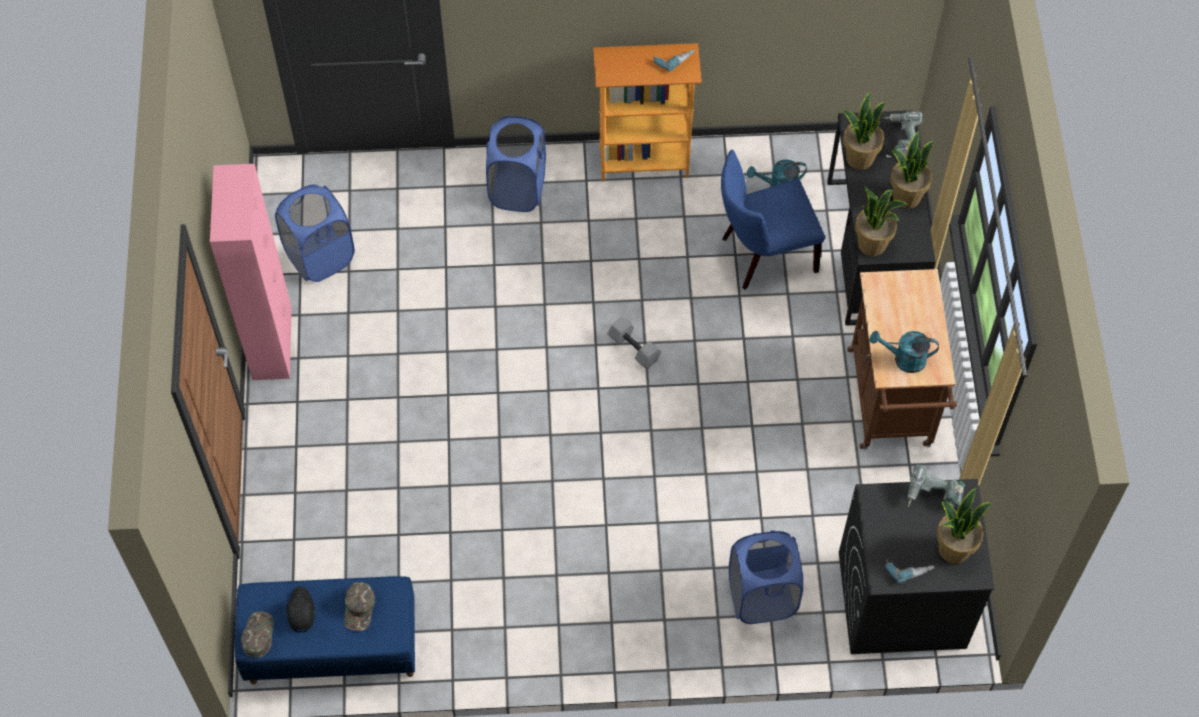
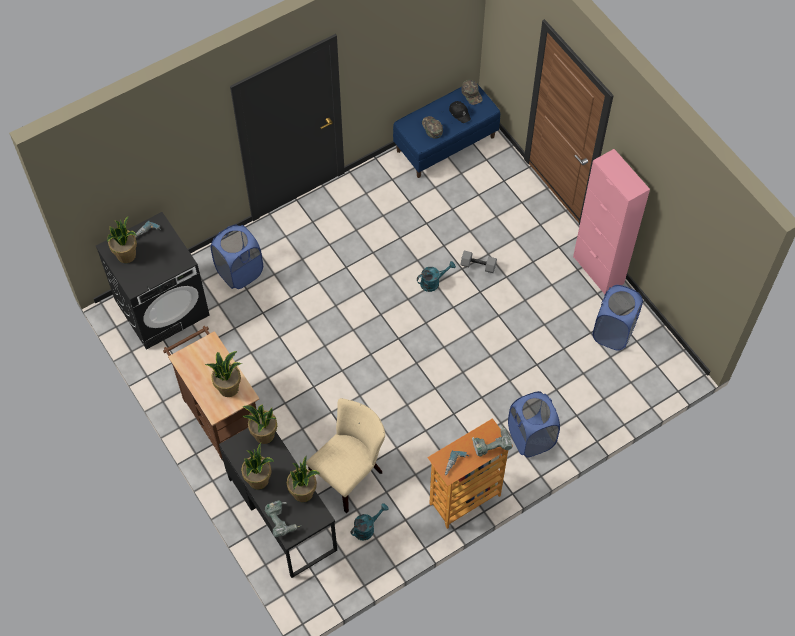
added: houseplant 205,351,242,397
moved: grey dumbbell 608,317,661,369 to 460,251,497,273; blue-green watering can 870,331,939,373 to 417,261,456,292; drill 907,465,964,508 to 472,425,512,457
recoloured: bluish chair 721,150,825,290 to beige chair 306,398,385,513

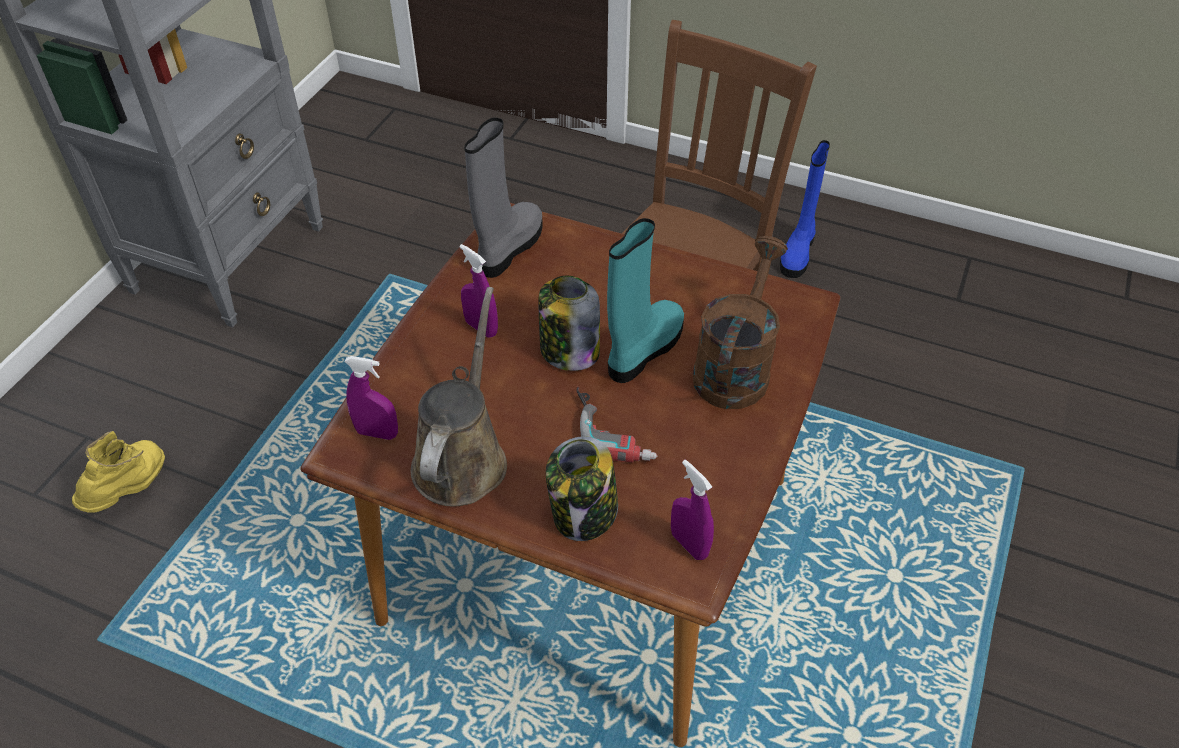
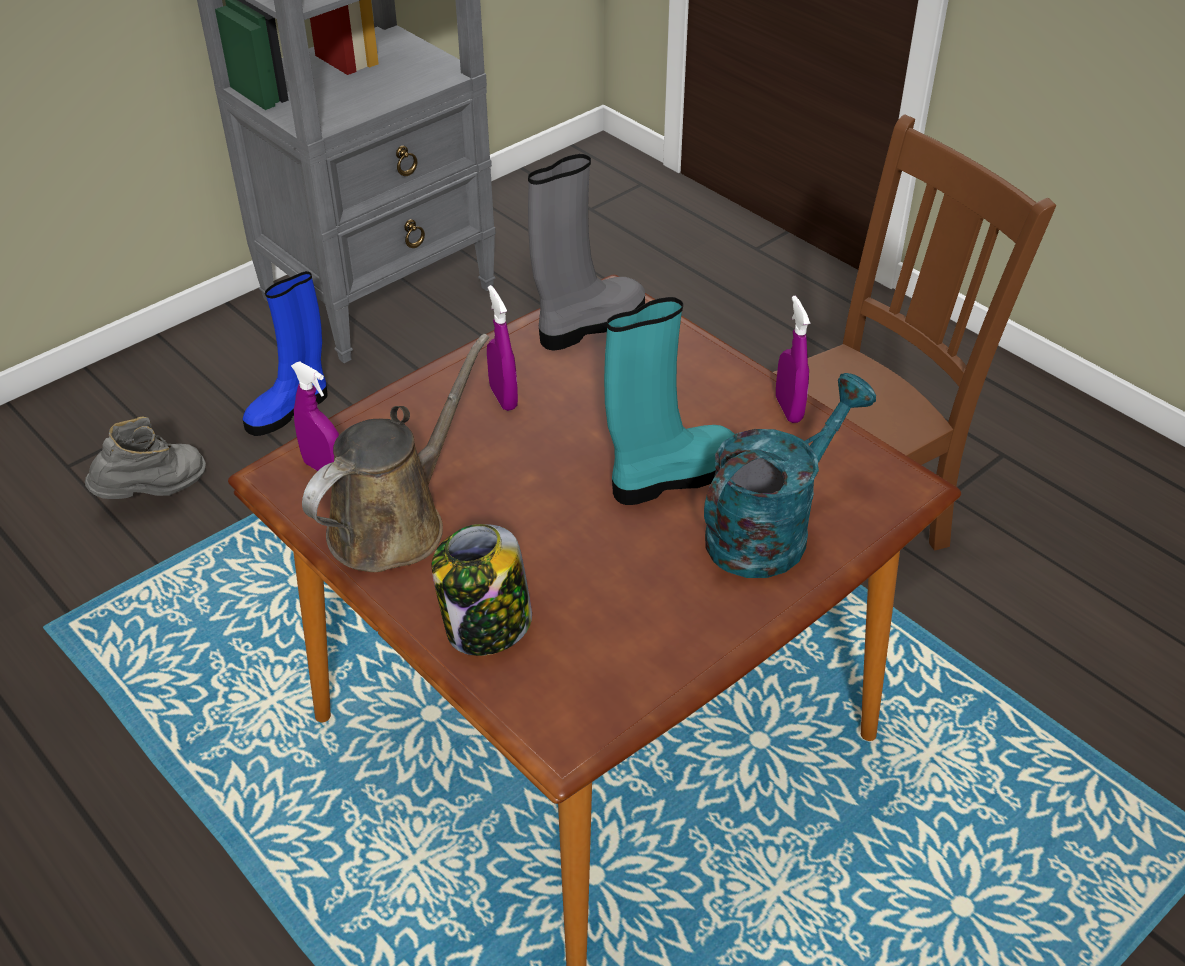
removed: storage jar 538,276,600,371; drill 576,387,658,463
moved: purple hand sprayer 671,460,714,560 to 776,296,810,423; bluish tall boot 780,140,830,278 to 242,271,327,436
recoloured: yellow-coloured tall boot 72,431,165,513 to grey tall boot 85,417,206,499; brown watering can 693,236,788,409 to blue-green watering can 704,373,876,578

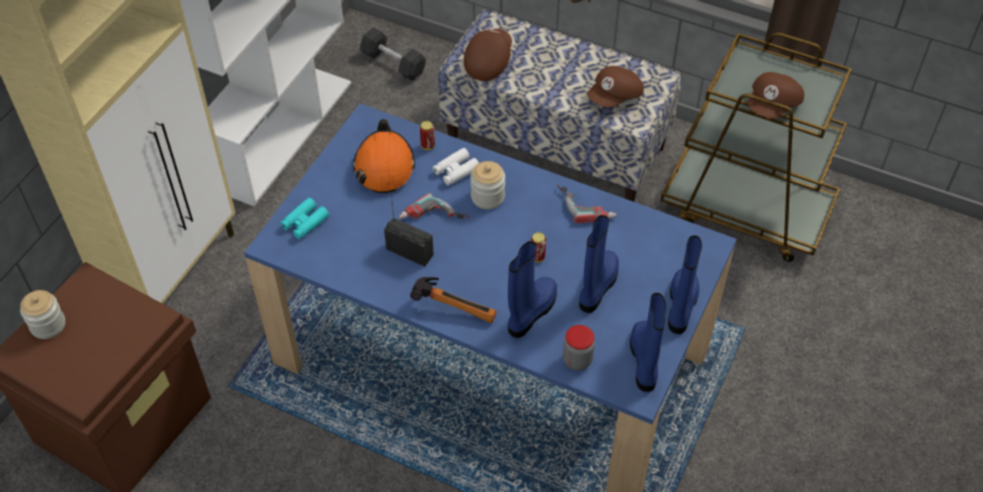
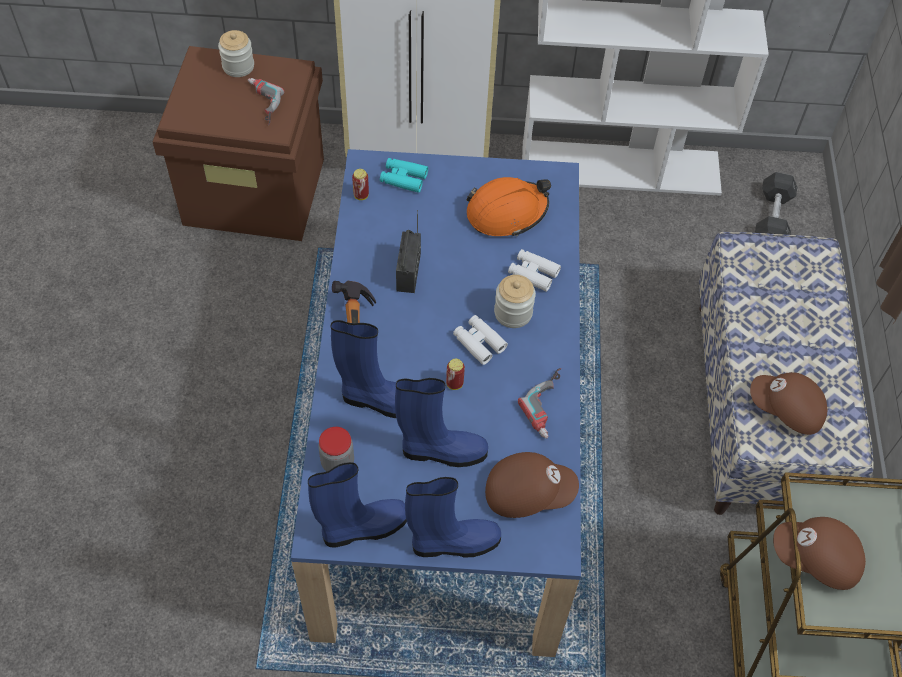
added: white binoculars 453,315,508,365
moved: drill 399,193,470,219 to 248,78,284,126; sealed can 420,121,435,150 to 352,169,369,200; brown cap 464,29,512,81 to 485,452,579,518

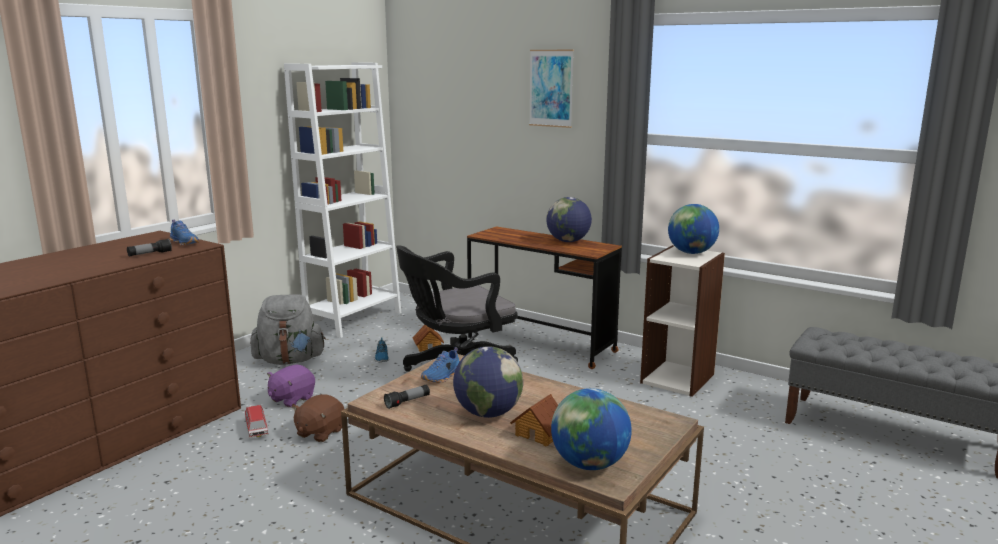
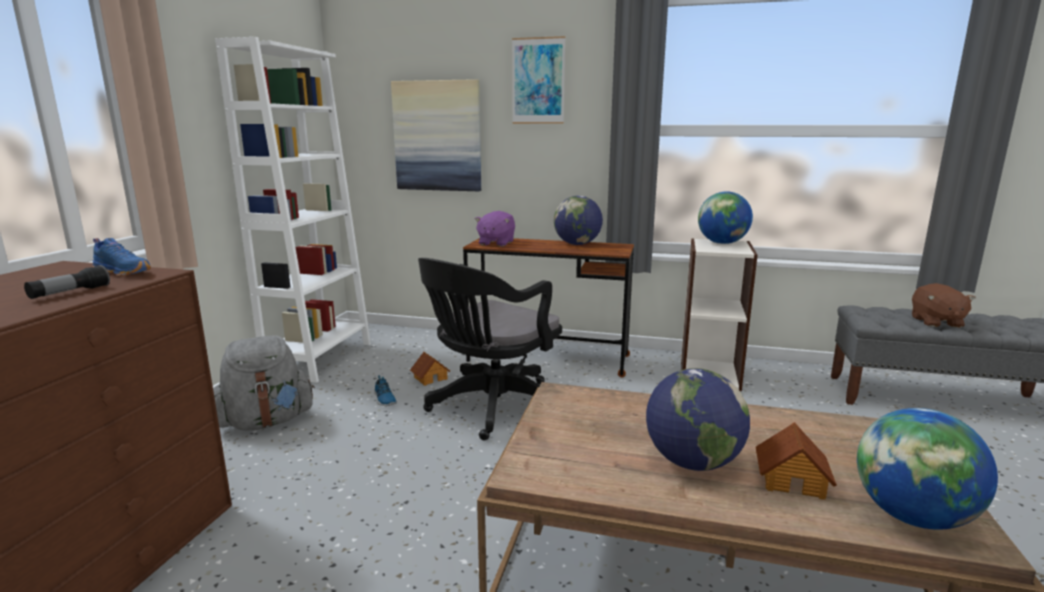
removed: toy car 245,405,269,438; flashlight 384,385,430,409; bluish item of footwear 421,347,460,383
added: wall picture 391,79,481,191
moved: purple soft toy 267,365,315,407 to 475,211,515,247; brown soft toy 292,394,344,442 to 912,283,976,328

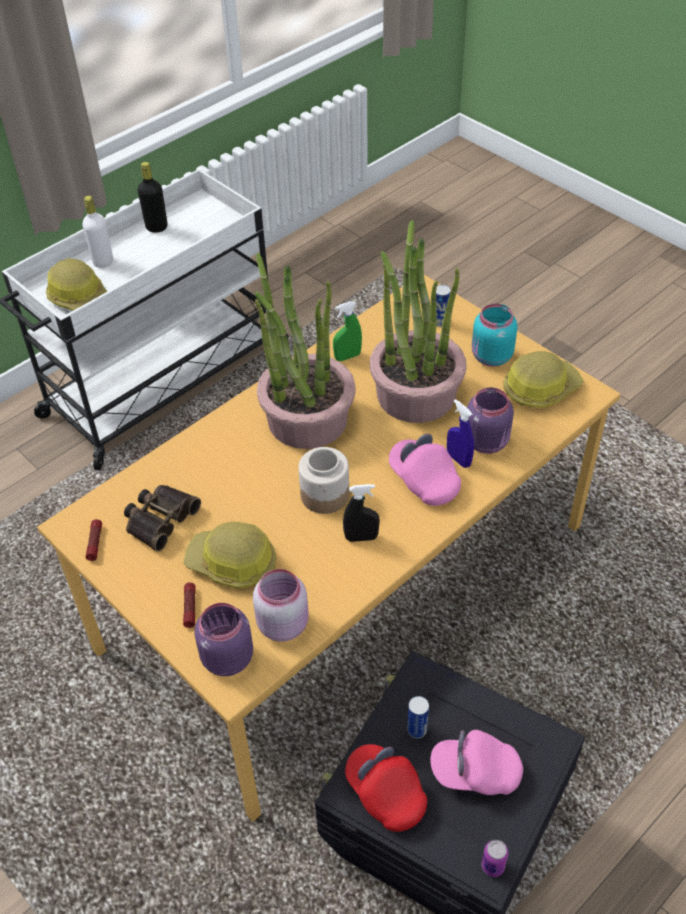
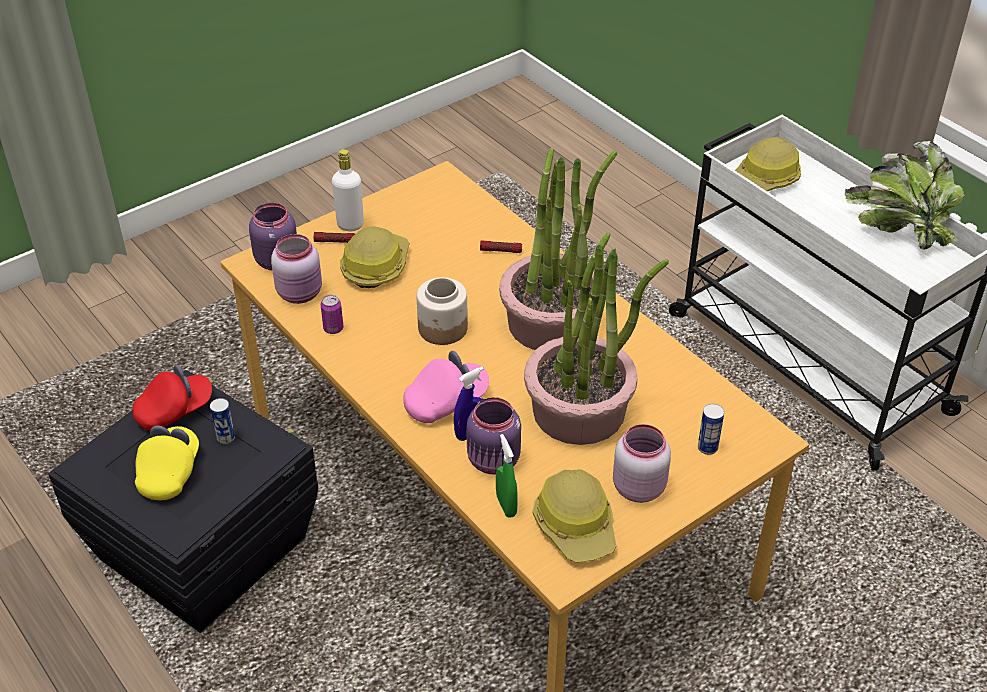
removed: binoculars 124,485,201,552; black hand sprayer 343,484,380,542
moved: white bottle 82,195,113,268 to 332,149,364,231; flashlight 86,519,102,561 to 480,240,522,253; green-coloured hand sprayer 333,301,362,361 to 496,434,518,518; sealed can 482,840,508,877 to 321,295,343,334
replaced: black bottle 138,162,167,233 to houseplant 845,141,964,250
recoloured: pink-coloured cap 431,730,523,795 to yellow-coloured cap 135,426,199,500; blue-green storage jar 472,303,518,367 to pink-coloured storage jar 613,424,671,503

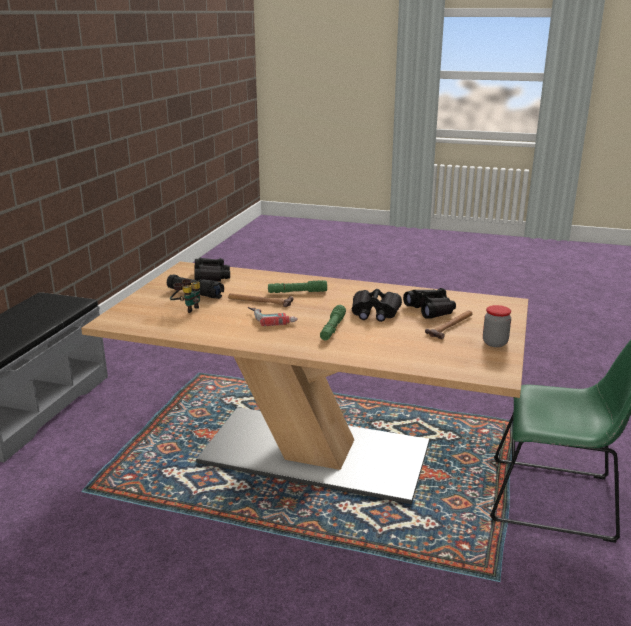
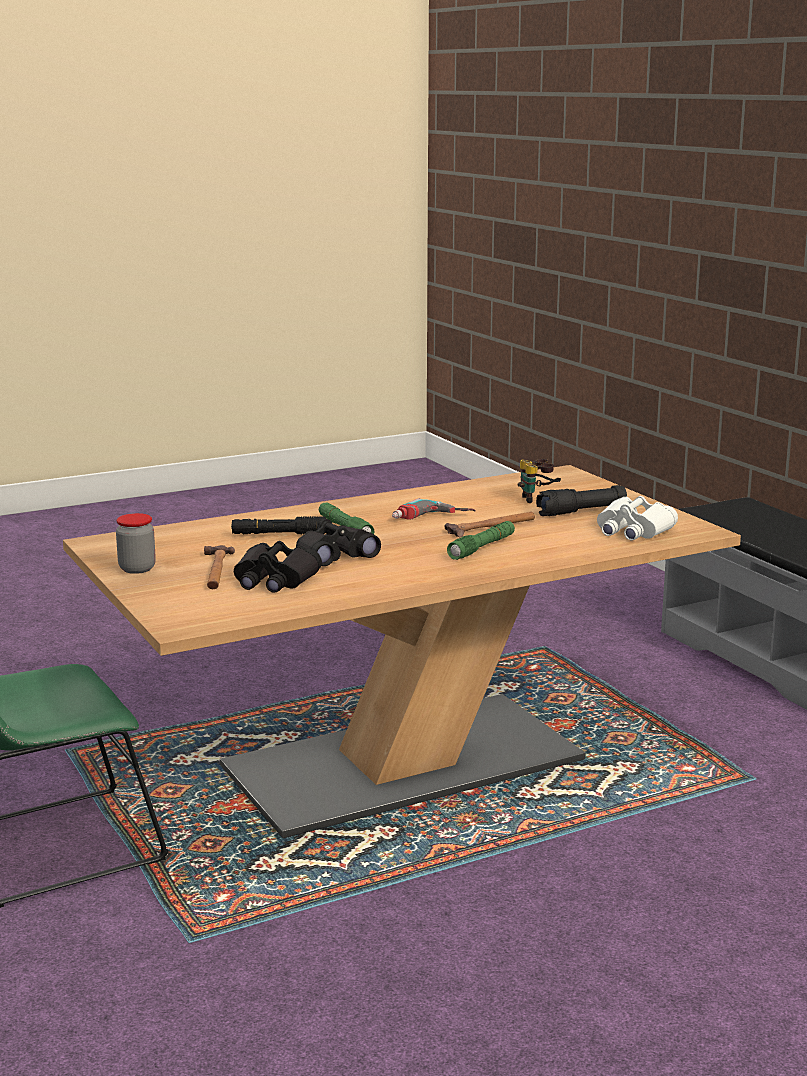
added: black flashlight 231,516,326,535
recoloured: black binoculars 194,258,230,282 to white binoculars 597,496,678,540

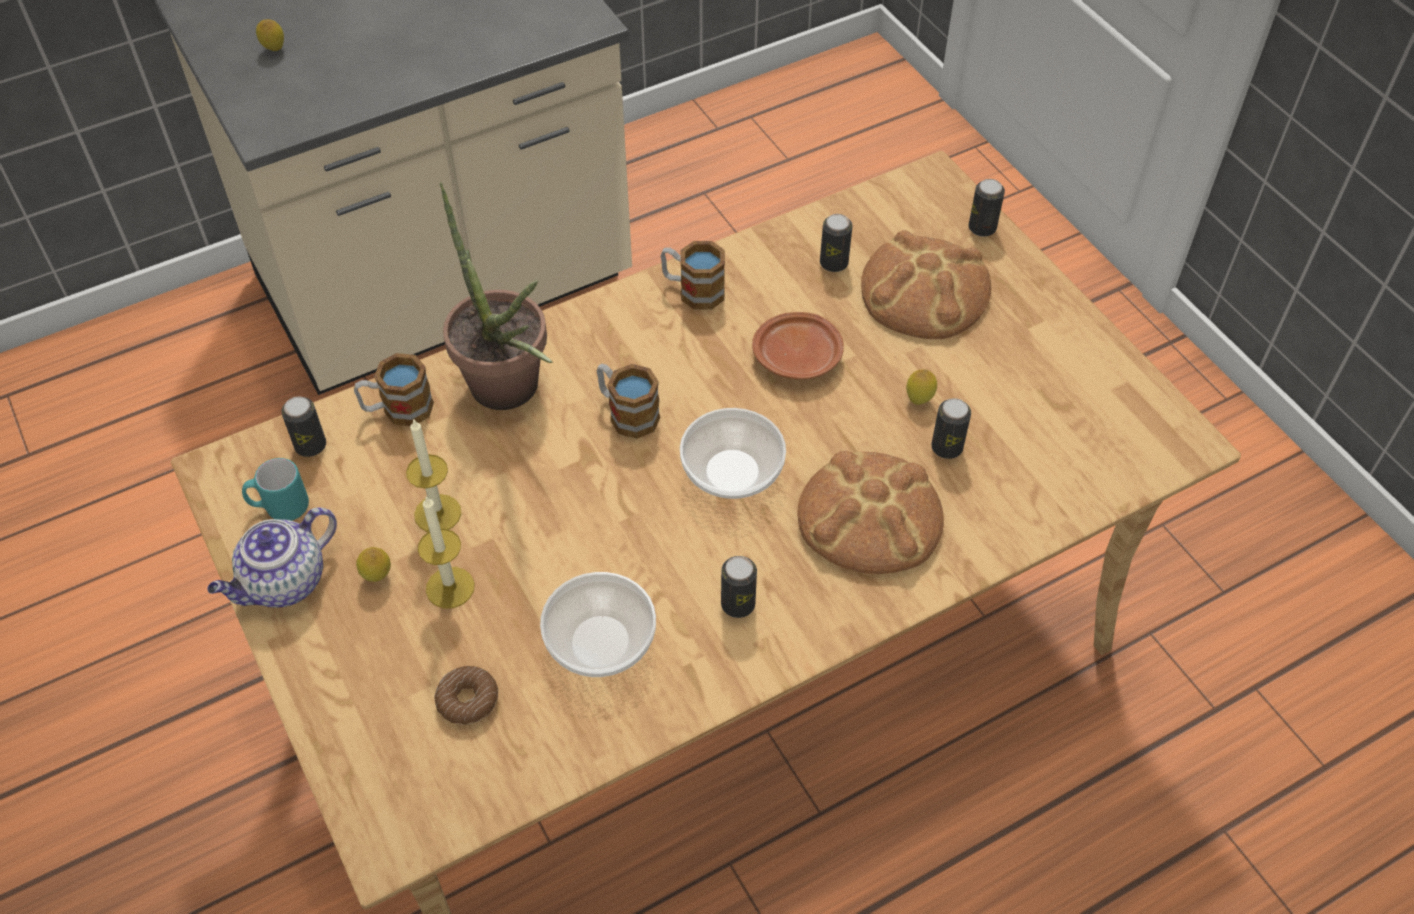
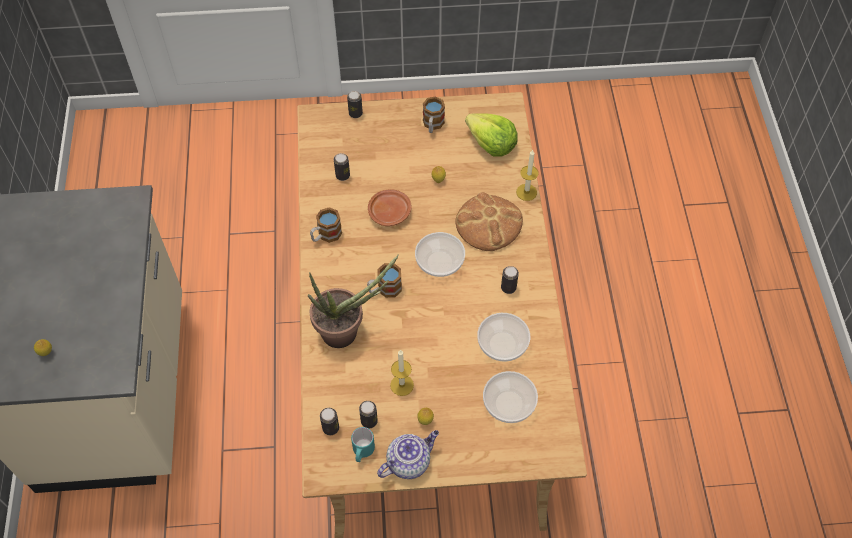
removed: bread 861,230,991,339
added: lettuce 465,113,518,156
moved: coffee mug 354,353,434,426 to 423,97,445,133; wax candle 418,496,474,609 to 516,150,539,201; sealed can 931,398,971,459 to 359,401,378,428
replaced: ring doughnut 434,666,498,725 to serving bowl 483,371,538,423
turned: pot for tea 207,508,337,608 = 377,430,439,479 105 degrees counterclockwise

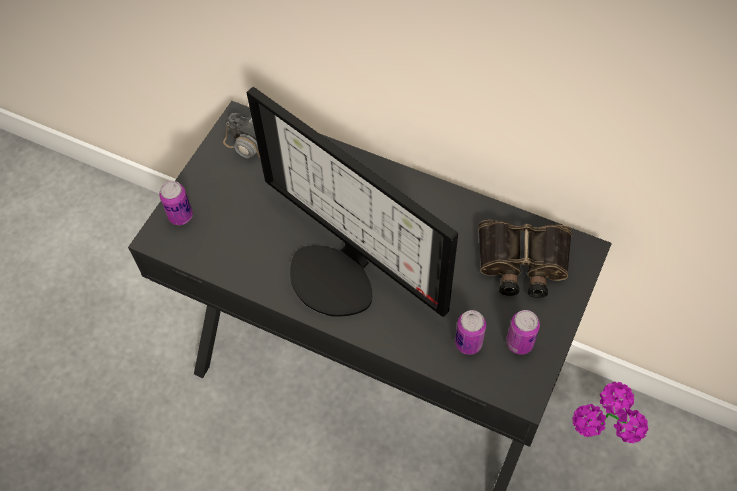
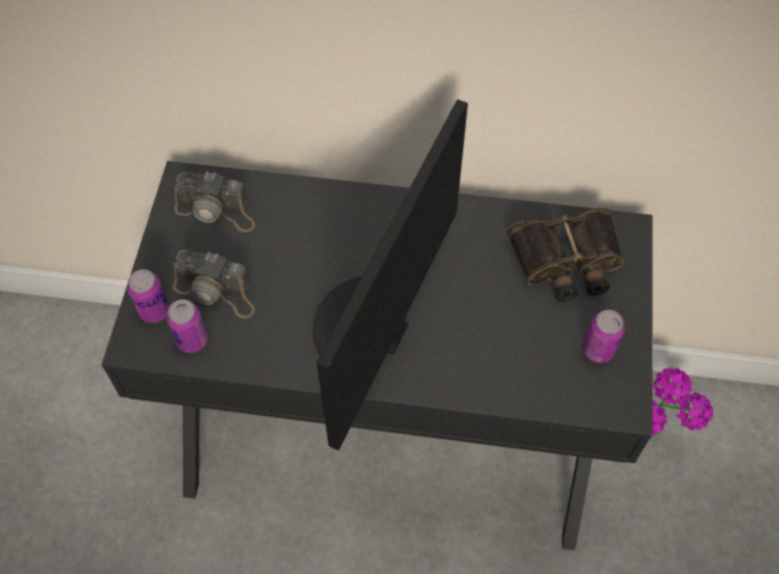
added: photo camera 173,249,255,318
moved: sealed can 455,310,486,355 to 166,300,208,353
turned: computer display 247,87,458,317 = 313,100,468,450 90 degrees clockwise

